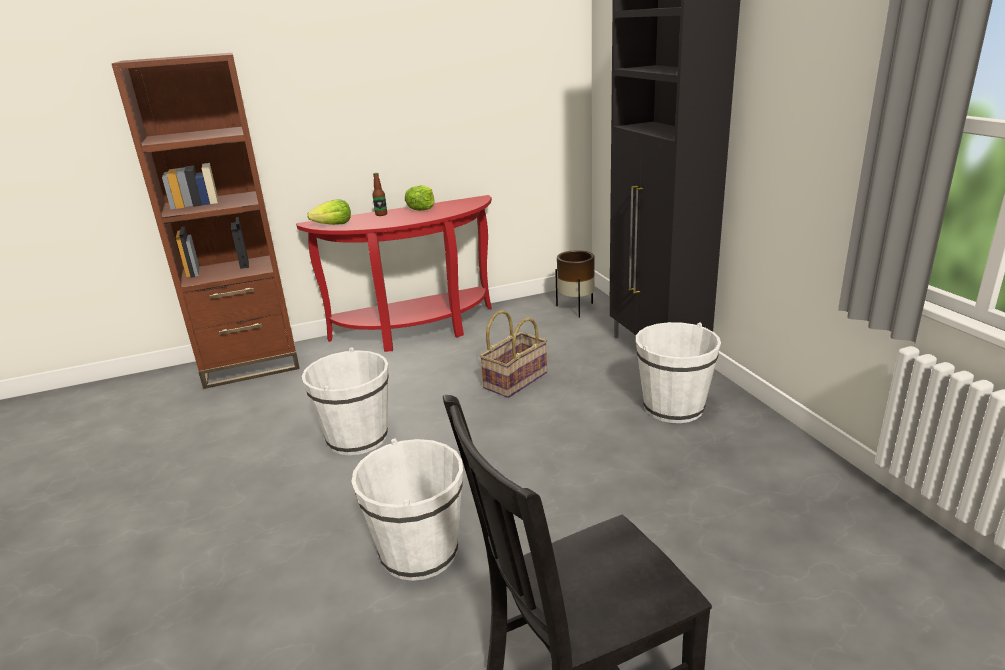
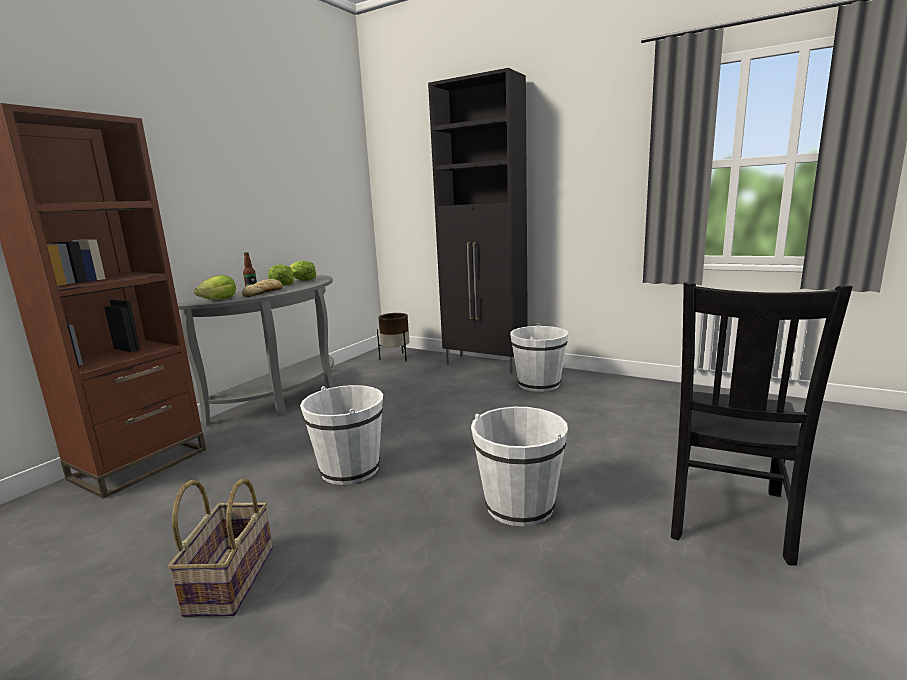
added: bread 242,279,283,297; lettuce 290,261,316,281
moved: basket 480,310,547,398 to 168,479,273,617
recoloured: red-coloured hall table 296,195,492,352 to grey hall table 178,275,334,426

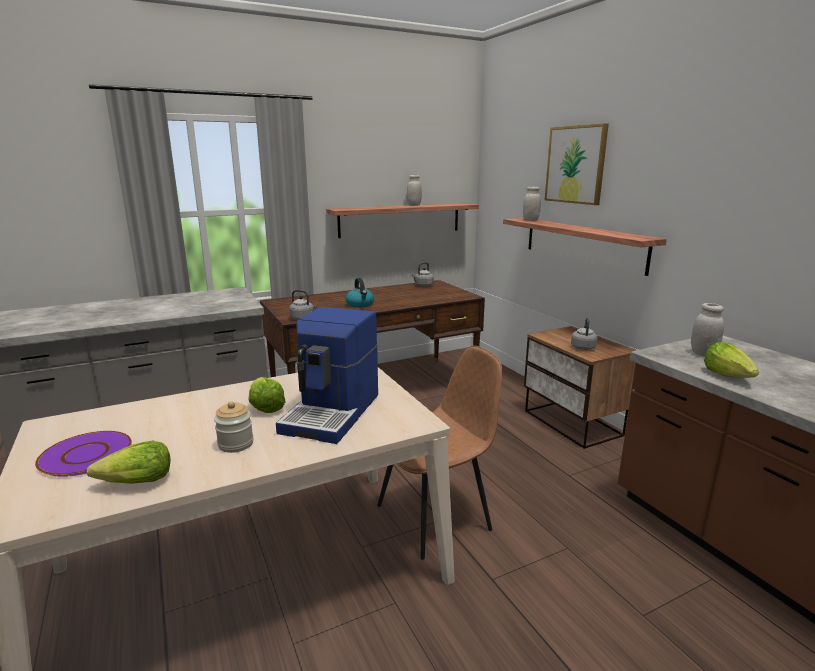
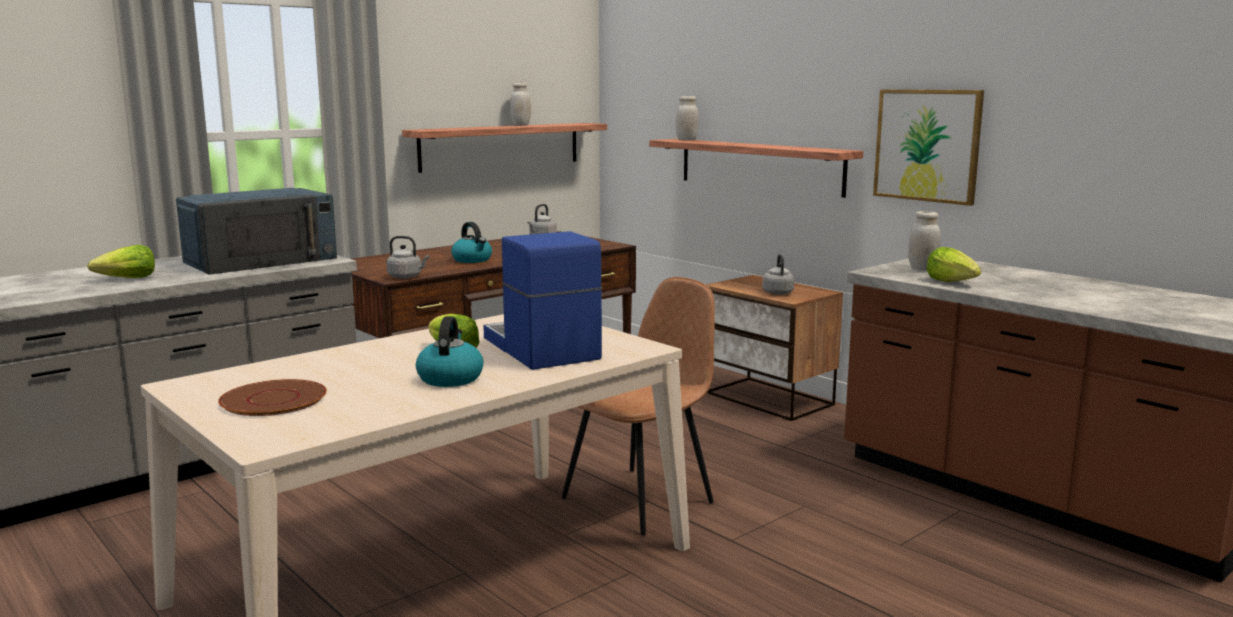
added: bluish microwave oven 176,188,337,275
moved: lettuce 87,441,170,484 to 87,245,155,278; wall picture 545,123,609,205 to 873,89,984,206
replaced: storage jar 214,401,254,453 to kettle 416,316,483,387
recoloured: purple plate 35,431,132,477 to brown plate 218,379,327,416
turned: coffee maker 276,307,378,444 = 483,231,602,370 150 degrees clockwise

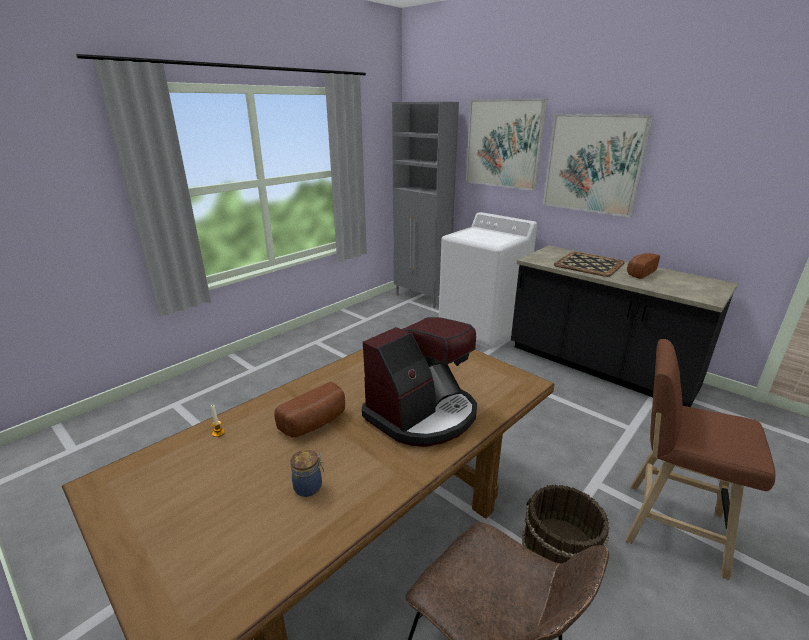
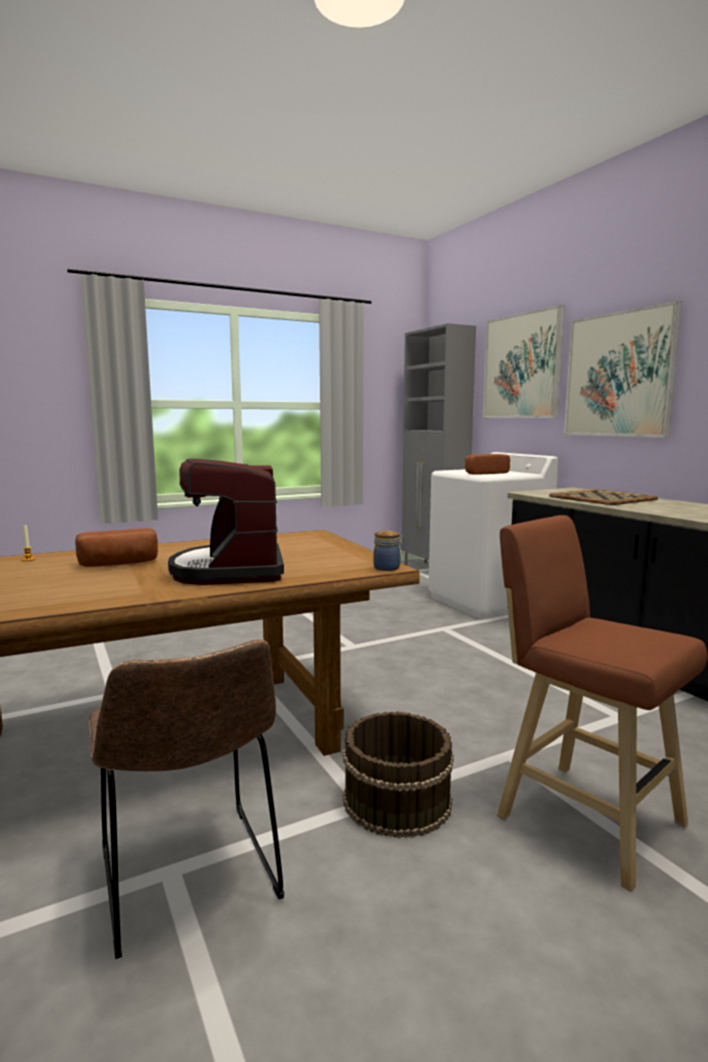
moved: storage jar 290,449,324,497 to 373,531,403,571; bread 627,253,660,279 to 465,454,510,475
turned: coffee maker 362,317,477,447 = 168,459,284,585 105 degrees clockwise

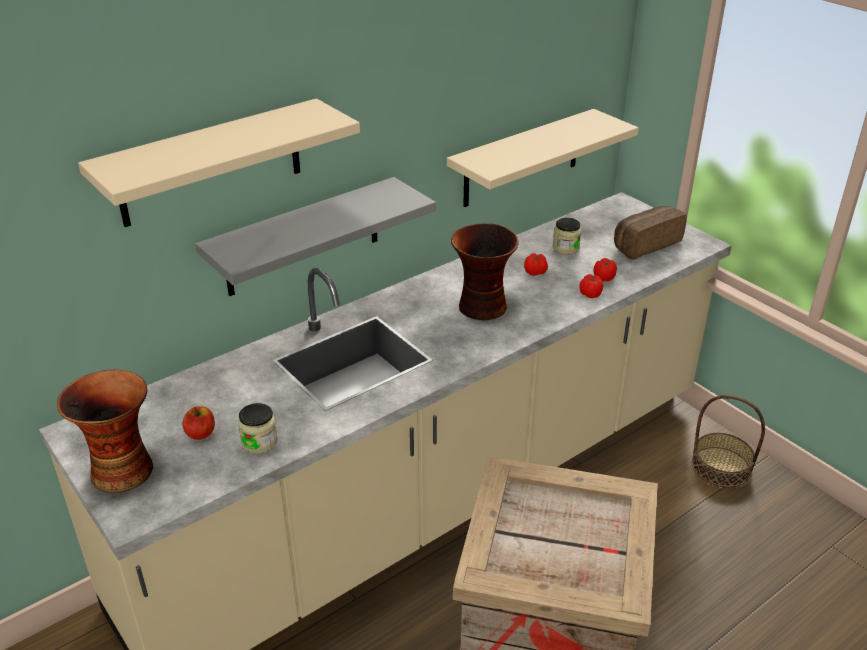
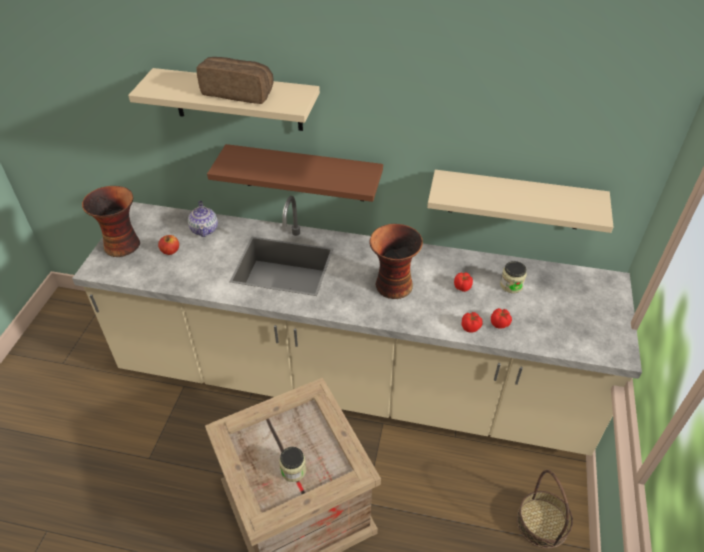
added: pot for tea 188,201,218,237
moved: storage jar 238,403,278,454 to 279,447,306,482; bread 614,206,687,260 to 197,57,274,104
recoloured: grey wall shelf 195,177,436,296 to brown wall shelf 207,144,383,202

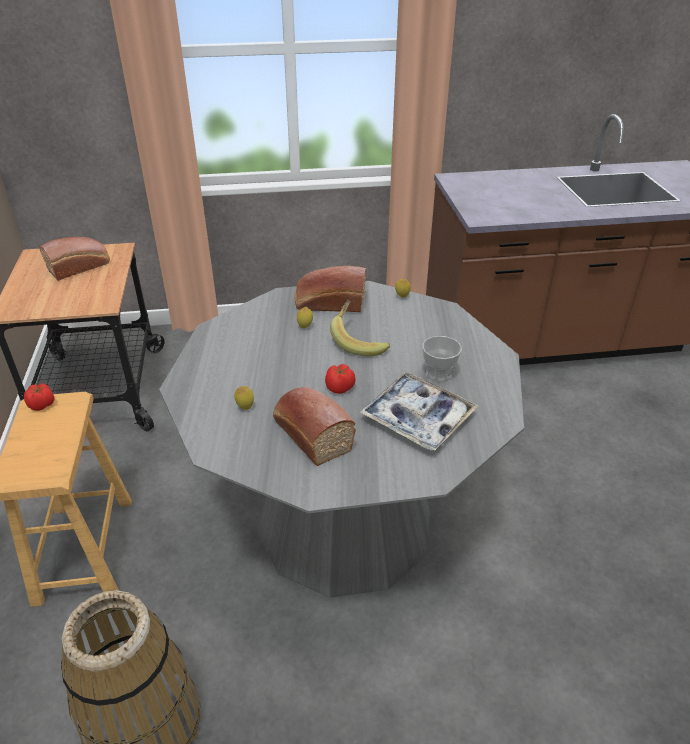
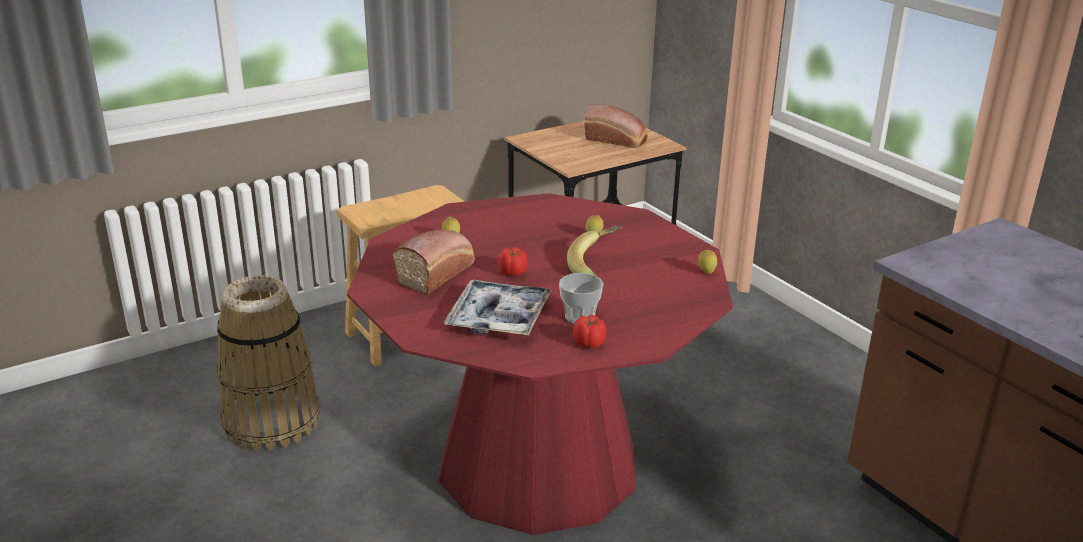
removed: bread 295,266,366,312
moved: tomato 24,383,55,411 to 573,315,606,348
recoloured: grey dinner table 159,281,524,598 to red-coloured dinner table 347,193,733,535

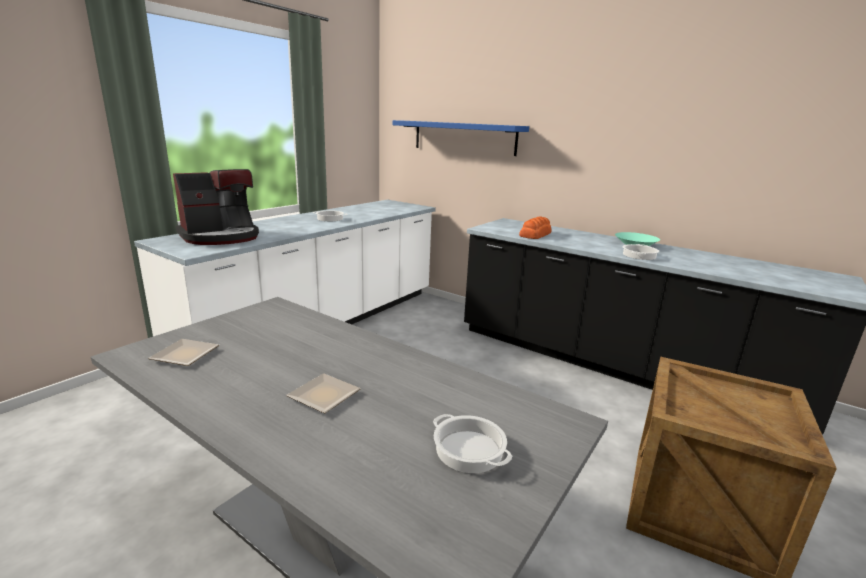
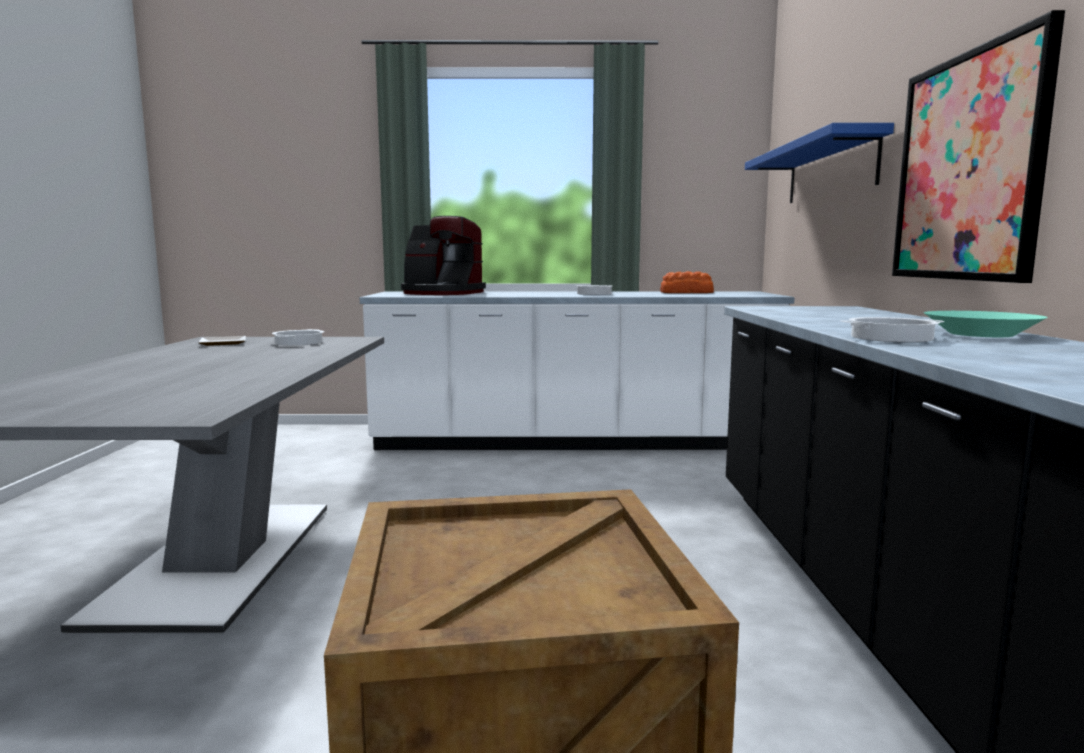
removed: plate 286,373,361,413
added: wall picture 892,10,1065,283
moved: stockpot 433,414,512,473 to 272,329,324,346; bread 519,217,551,239 to 660,271,714,293

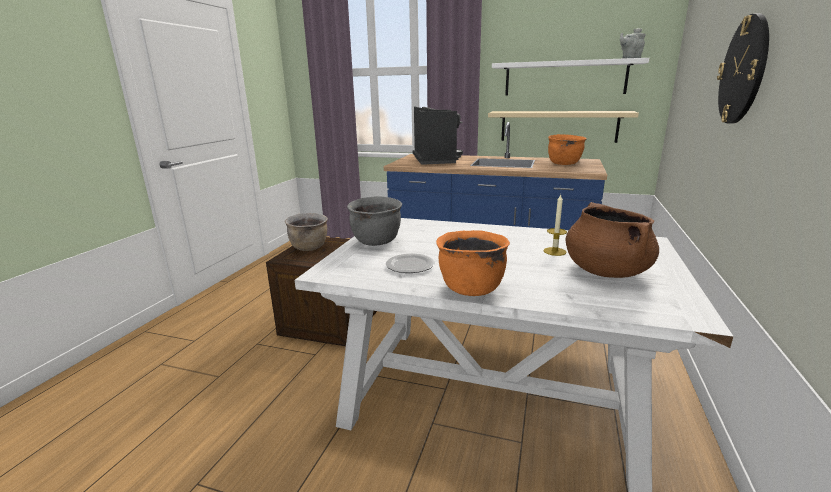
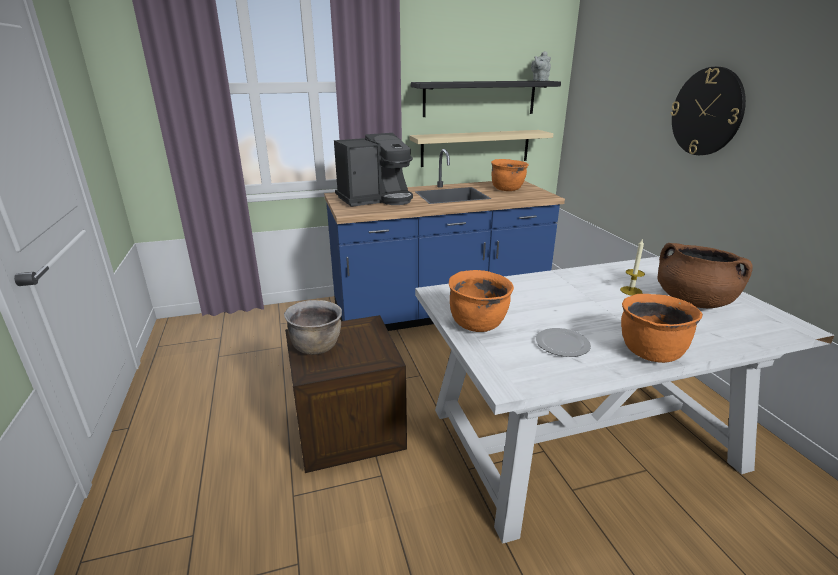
recoloured: grey stockpot 347,196,402,246 to orangey stockpot 449,270,514,332; white wall shelf 492,58,649,96 to black wall shelf 411,81,561,117
turned: coffee maker 413,106,463,165 = 334,133,413,207 105 degrees clockwise

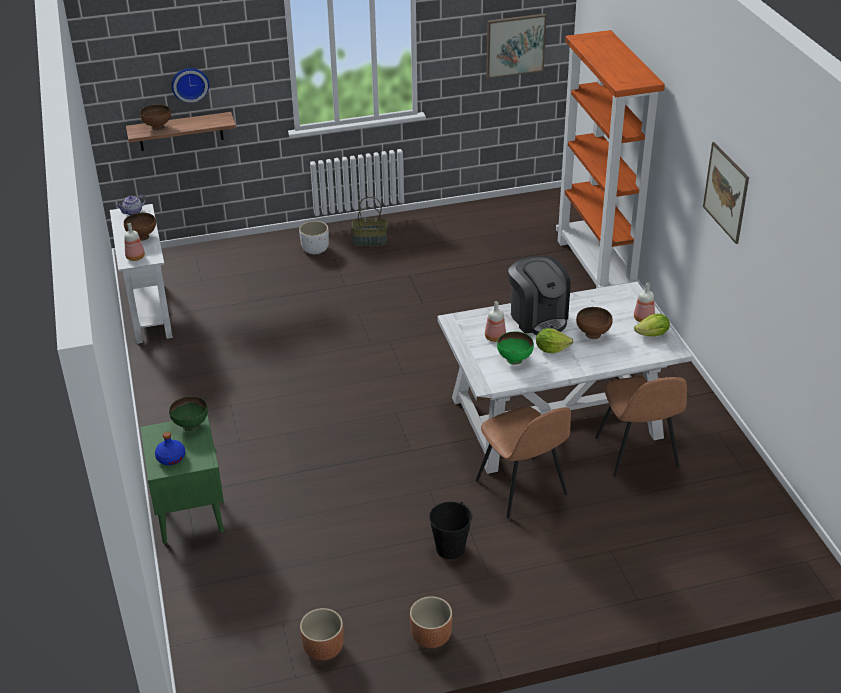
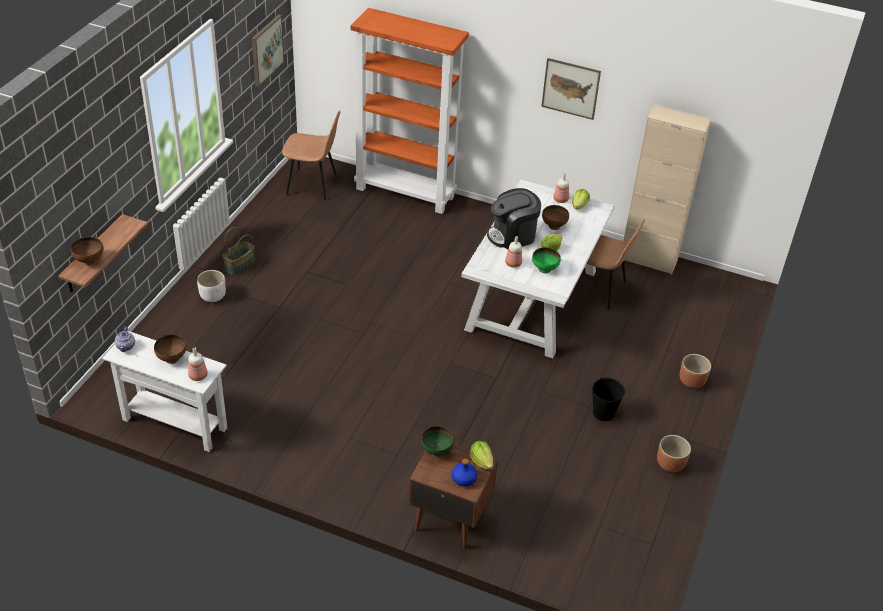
removed: wall clock 171,68,209,103
added: lettuce 470,441,493,470; beige cupboard 623,104,711,274
moved: brown plant pot 300,608,344,661 to 680,354,711,388; brown chair 476,407,571,519 to 282,111,340,200
recoloured: green-coloured bedside table 140,415,224,544 to brown bedside table 409,445,498,549
turned: coffee maker 508,256,571,335 = 487,188,541,249 150 degrees clockwise

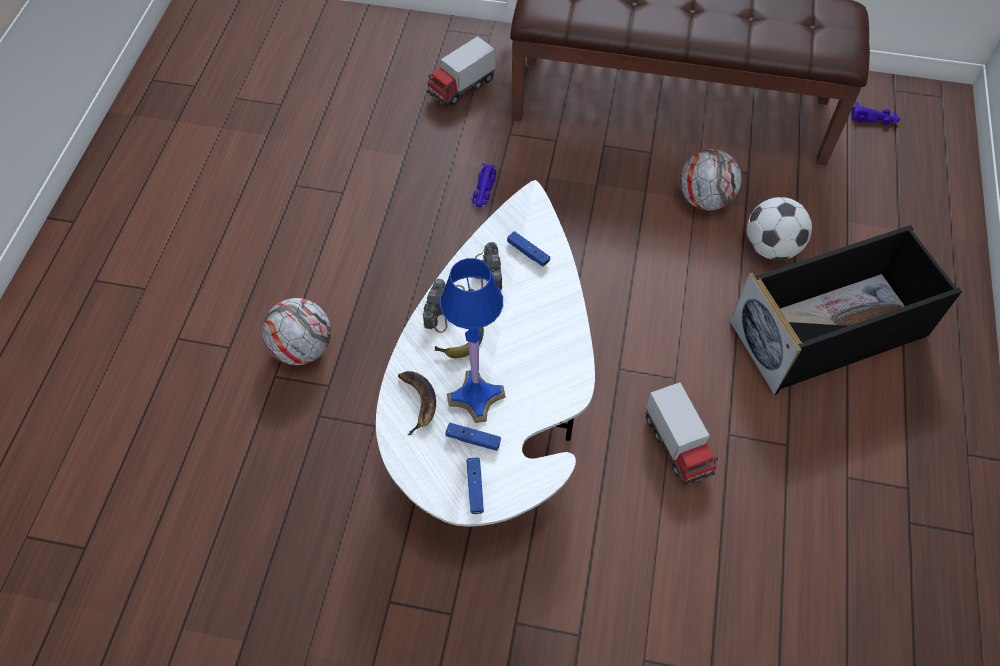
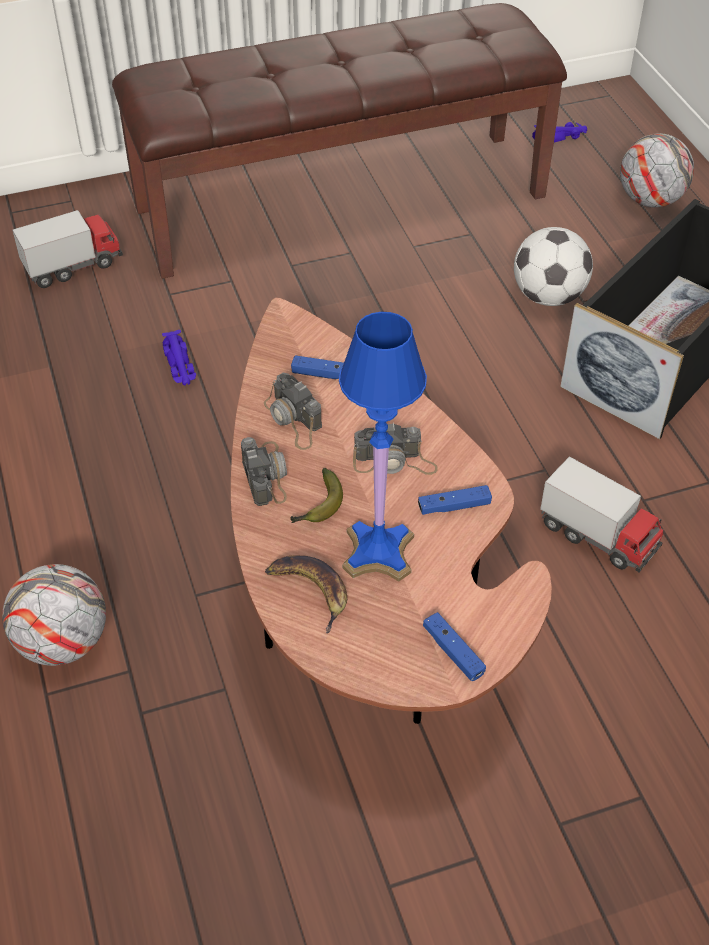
added: photo camera 353,423,438,475
moved: bluish gamepad 445,423,501,451 to 418,485,492,515; football ball 680,149,742,210 to 620,133,694,207
recoloured: white low table 376,180,595,527 to brown low table 231,298,552,724
turned: model truck 427,36,495,106 = 12,210,123,288 135 degrees counterclockwise

